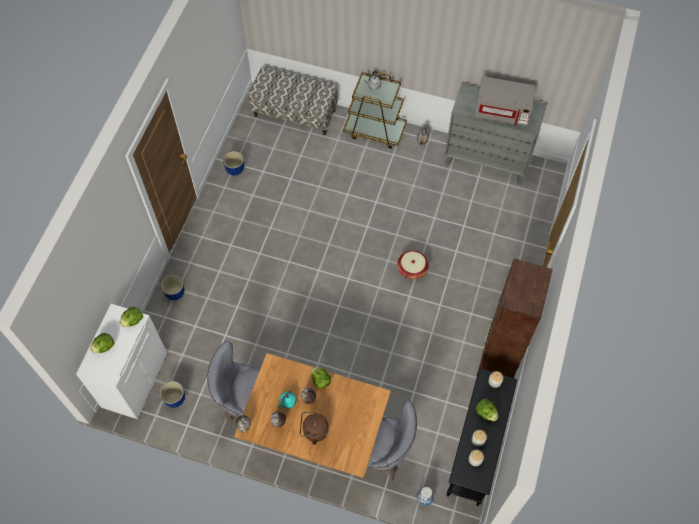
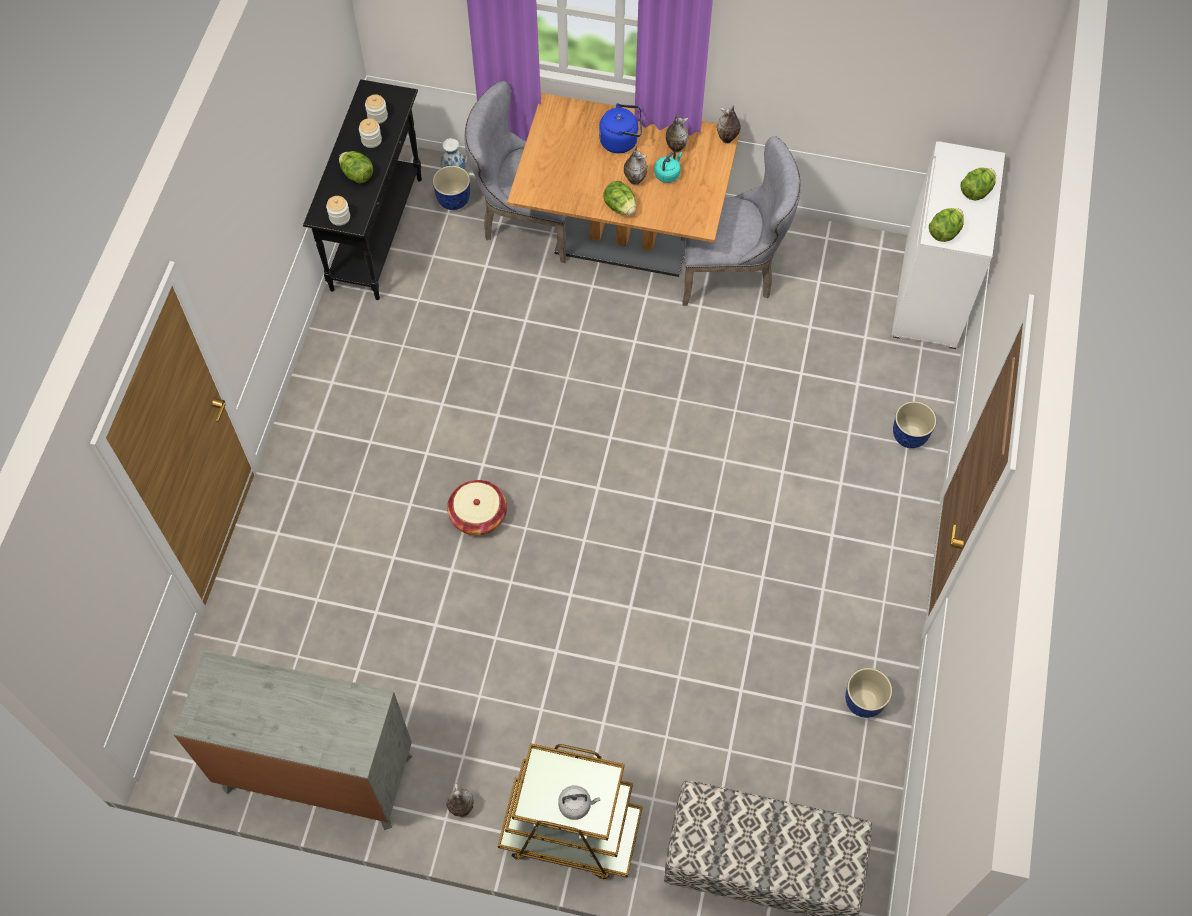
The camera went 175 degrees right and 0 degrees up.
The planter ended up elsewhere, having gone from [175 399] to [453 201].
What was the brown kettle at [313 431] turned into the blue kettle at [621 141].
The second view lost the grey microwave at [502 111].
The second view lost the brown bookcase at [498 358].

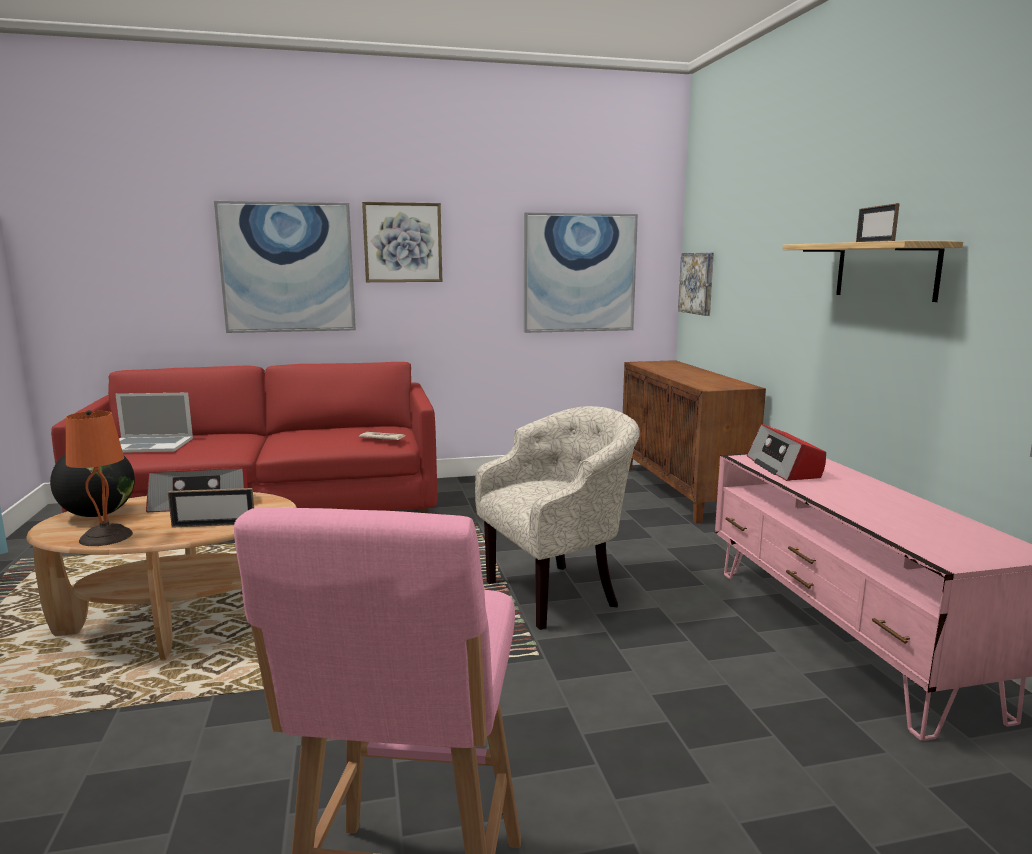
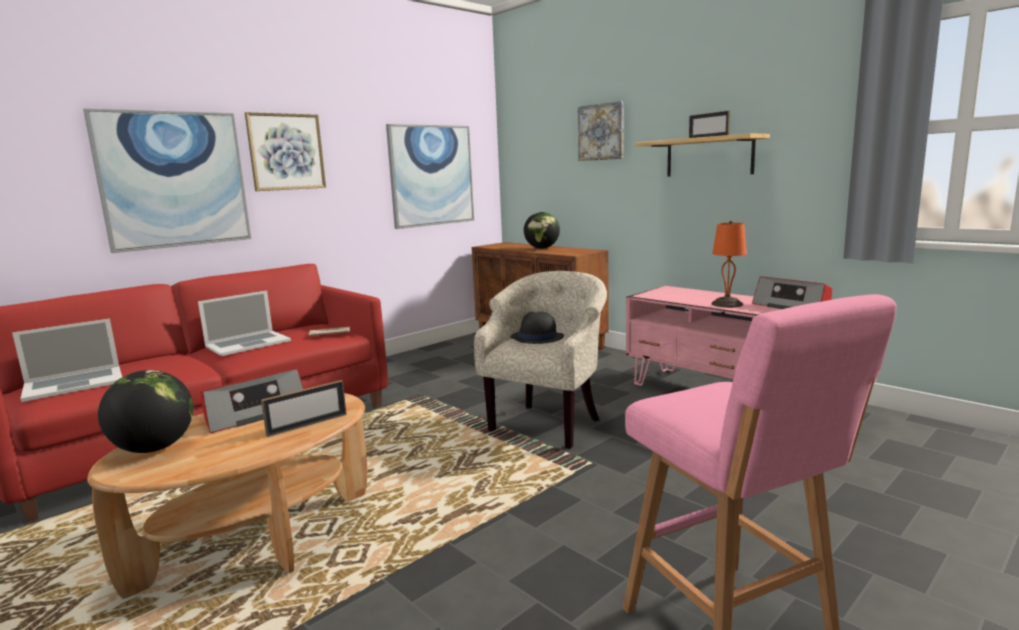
The camera went 30 degrees left and 0 degrees up.
The second view gained the laptop at [248 343].
The second view gained the black hat at [537 338].
The second view gained the globe at [542 248].
The picture ended up elsewhere, having gone from [697 283] to [601 132].
The orange table lamp ended up elsewhere, having gone from [106 536] to [726 304].
The radio ended up elsewhere, having gone from [784 468] to [792 306].

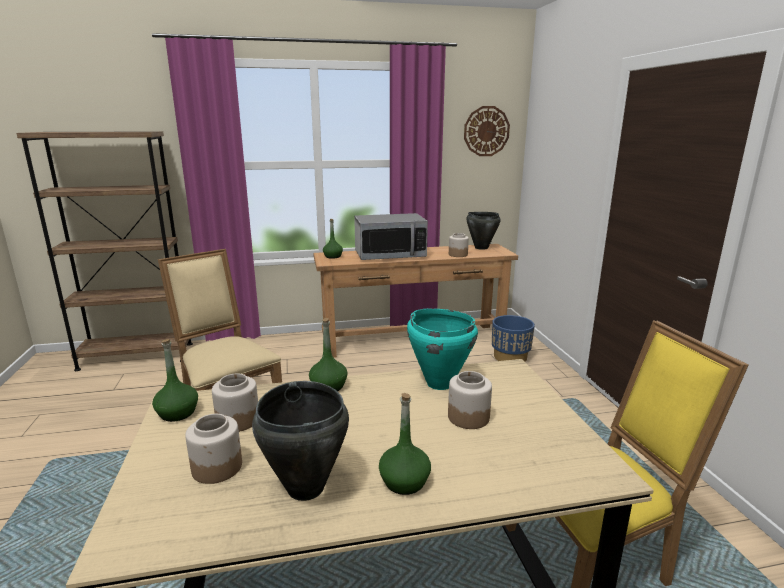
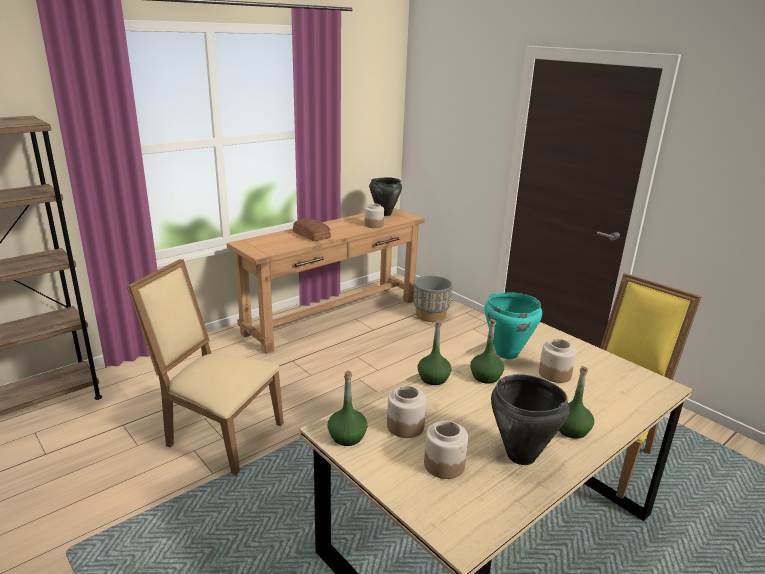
The camera went 30 degrees left and 5 degrees up.
Where the microwave stood at [390 255], the bread came to stand at [312 234].
What was the blue planter at [510 357] turned into the grey planter at [430 315].
The green bottle ended up elsewhere, having gone from [333 256] to [486 376].
The second view lost the wall clock at [486 131].

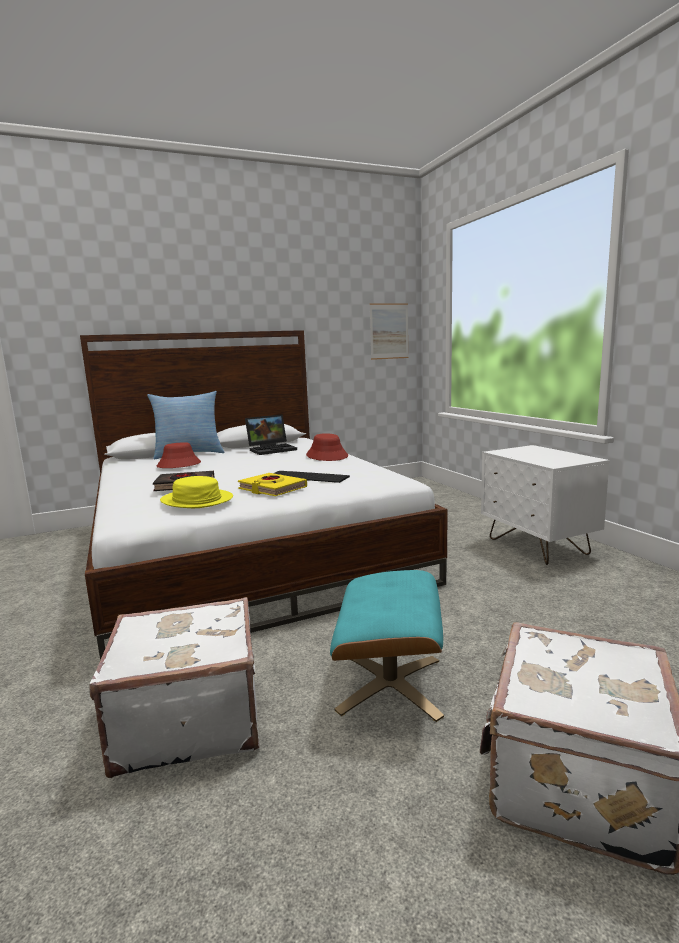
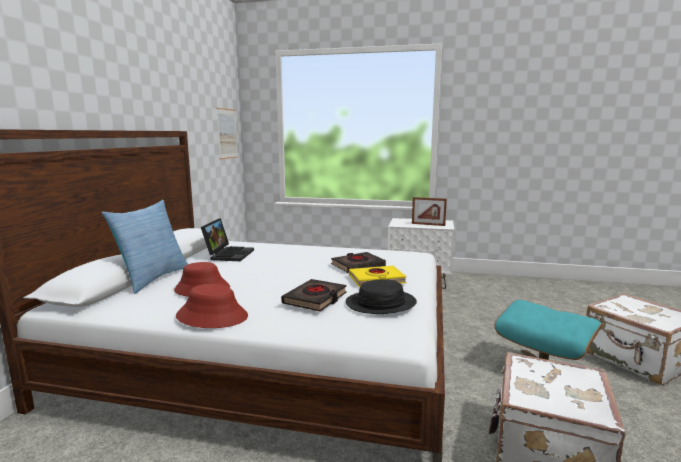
The camera went 55 degrees left and 0 degrees up.
The red hat ended up elsewhere, having gone from [327 456] to [212 316].
Where the keyboard stood at [308 476], the black book came to stand at [357 266].
What was the yellow hat at [196 500] turned into the black hat at [381 303].
The second view gained the picture frame at [428 224].

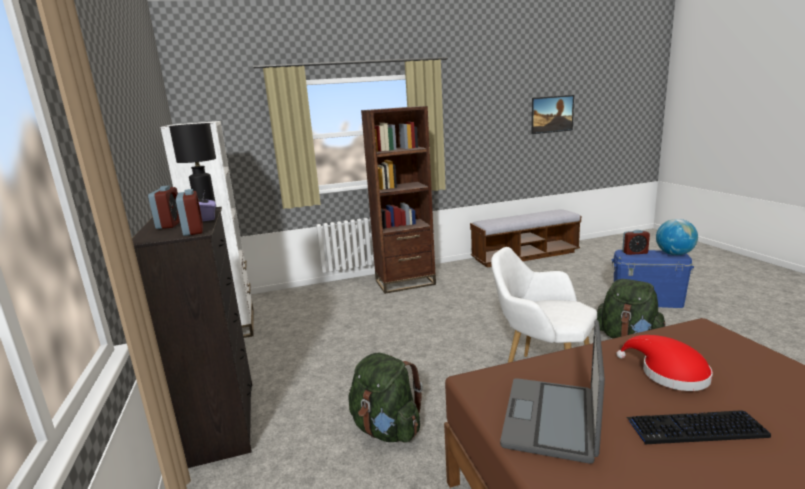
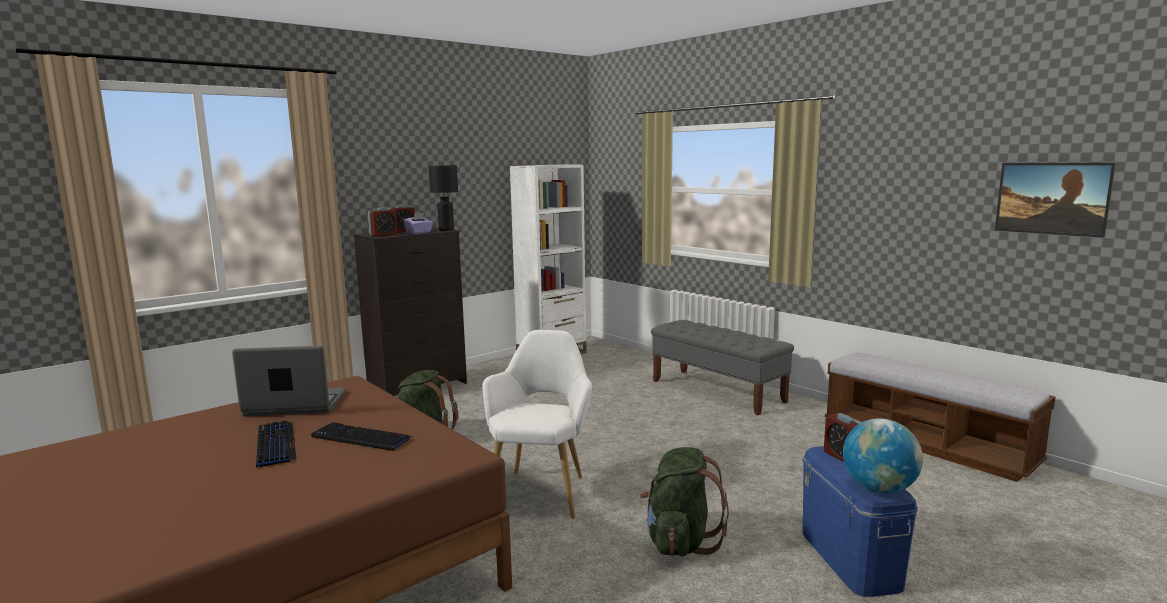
The camera went 65 degrees right and 5 degrees down.
Where the red hat stood at [669 373], the keyboard came to stand at [361 438].
Where the brown bookcase stood at [405 282], the grey bench came to stand at [717 391].

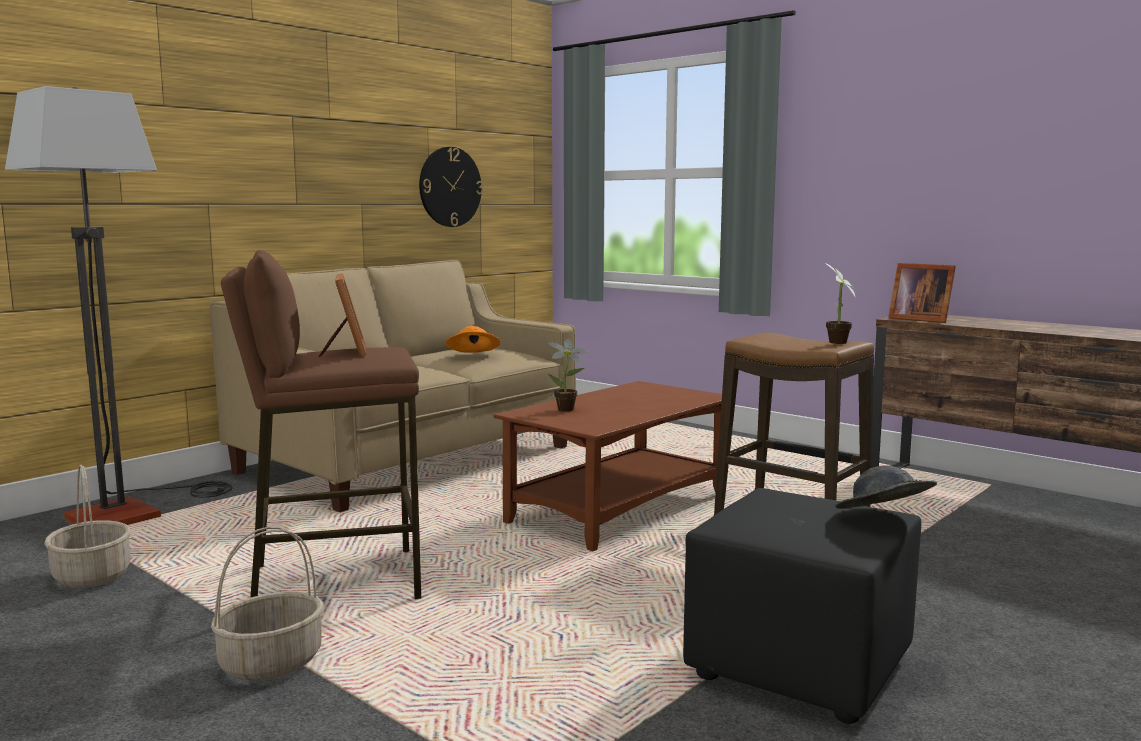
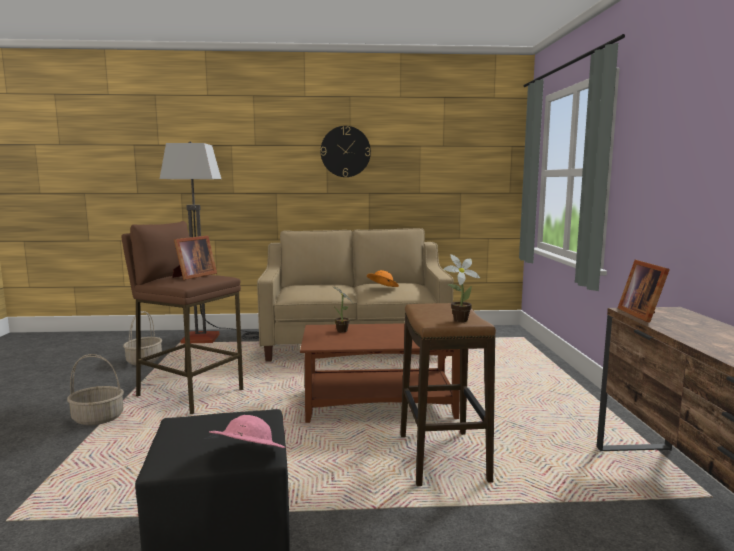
The camera went 45 degrees right and 0 degrees up.
What was the grey hat at [883 519] turned into the pink hat at [247 456].
The wall clock ended up elsewhere, having gone from [450 187] to [345 151].

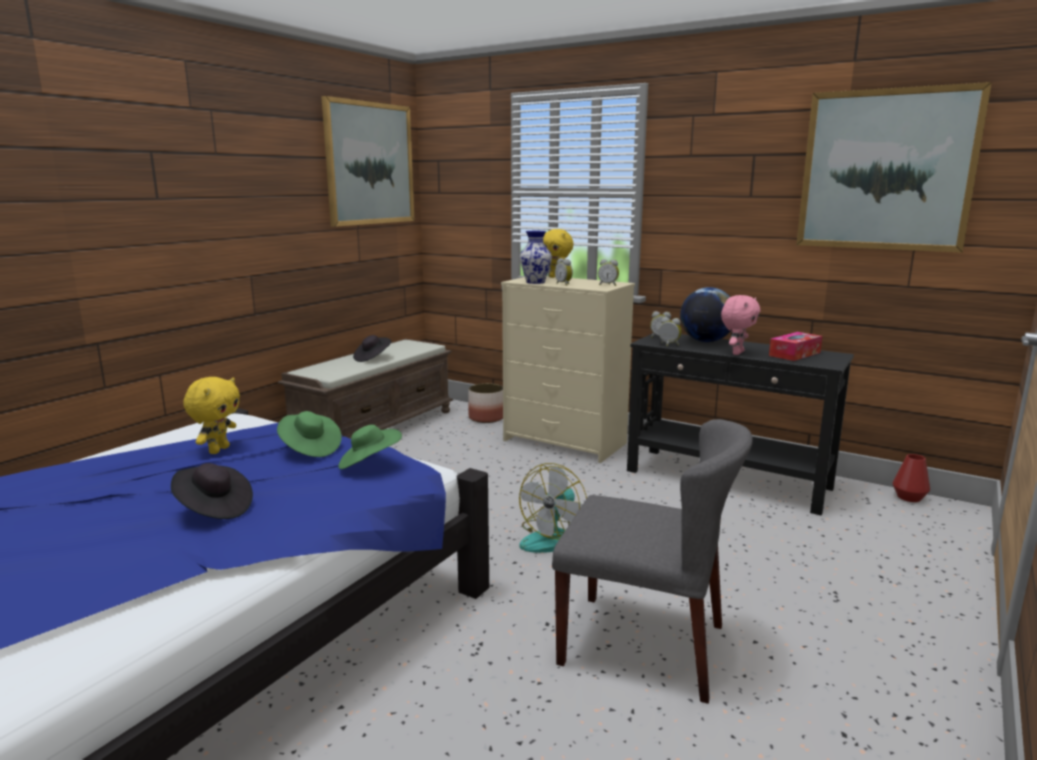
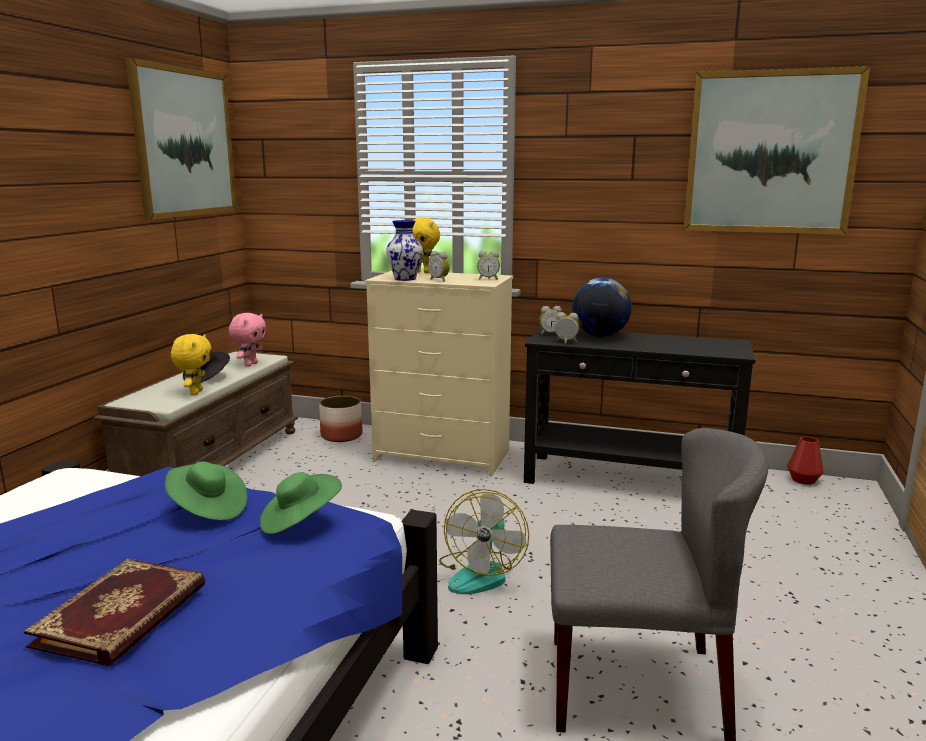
The camera went 15 degrees left and 0 degrees up.
Where the black hat stood at [214 508], the book came to stand at [124 615].
The yellow plush toy ended up elsewhere, having gone from [218 450] to [195 392].
The pink plush toy ended up elsewhere, having gone from [736 353] to [250 364].
The second view lost the tissue box at [794 354].

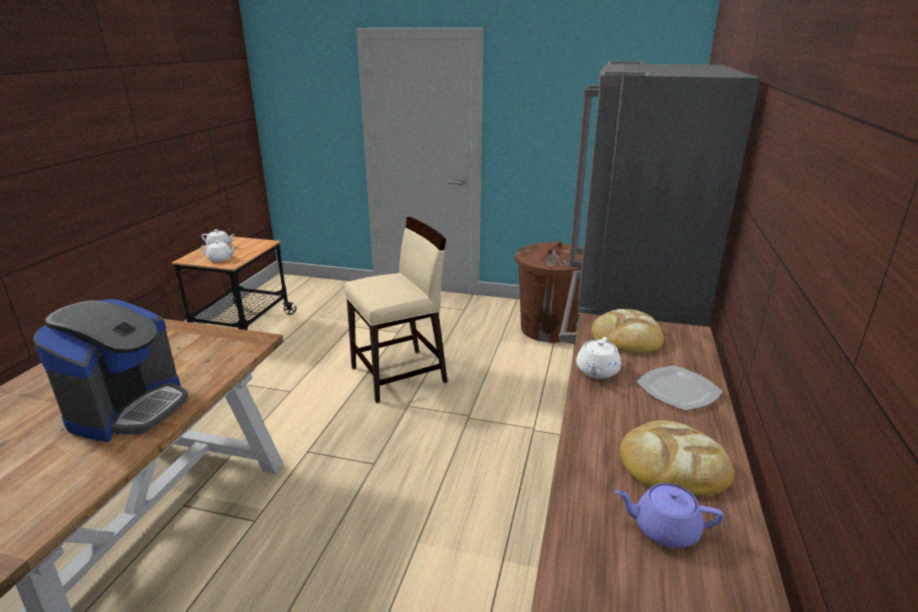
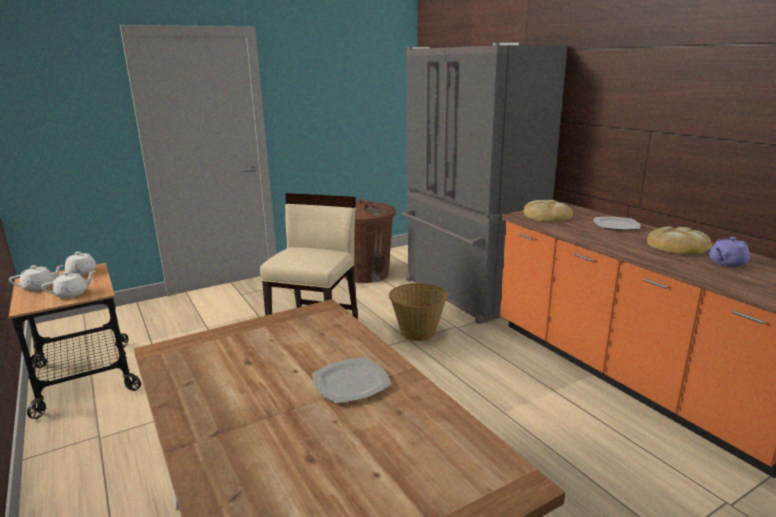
The camera went 45 degrees left and 5 degrees down.
The white teapot ended up elsewhere, having gone from [597 371] to [81 272].
Where the coffee machine stood at [129 408], the plate came to stand at [350 382].
The second view gained the basket at [418 332].

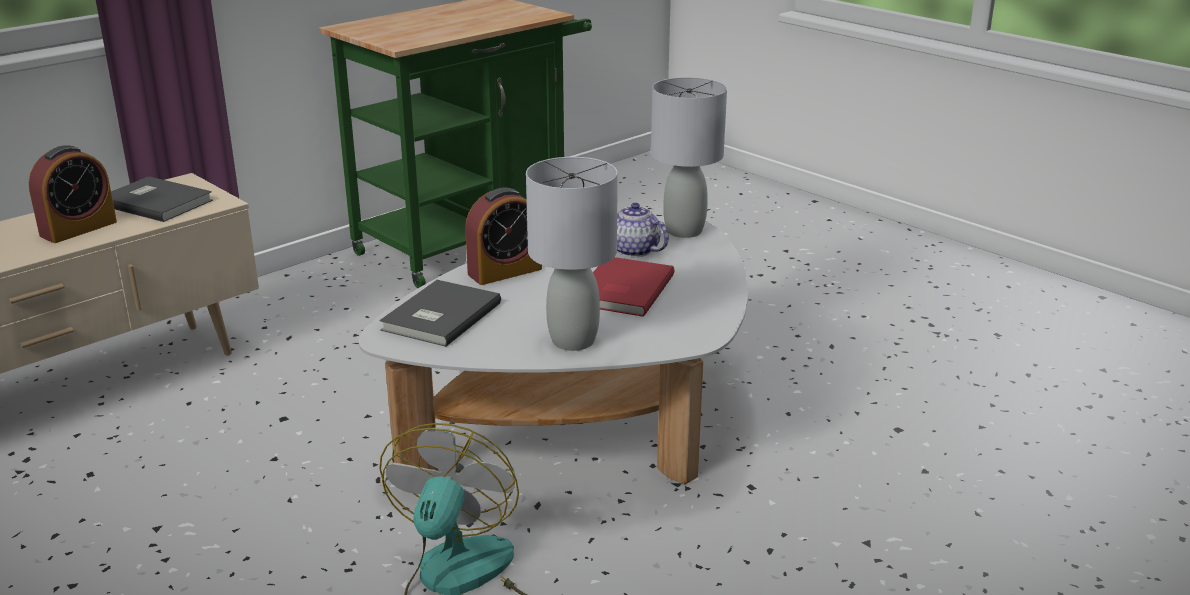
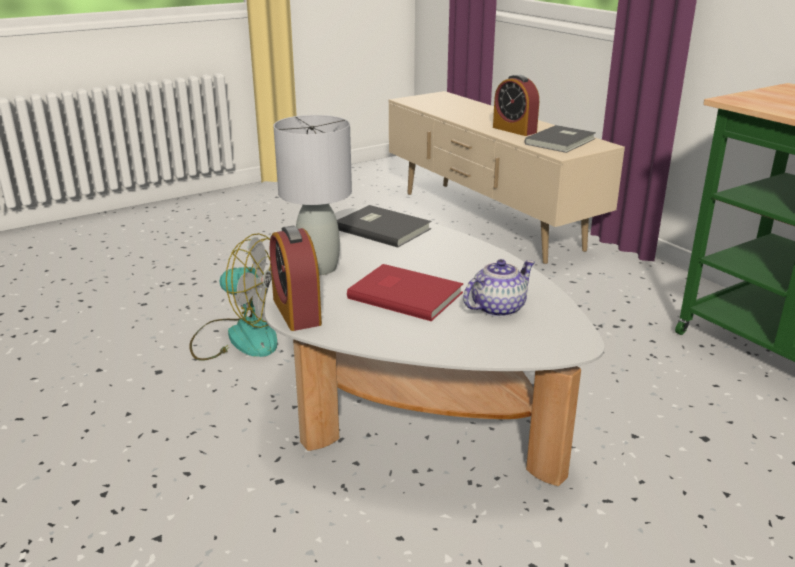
The camera went 100 degrees right and 0 degrees up.
The alarm clock ended up elsewhere, having gone from [505 271] to [296 311].
The second view lost the grey table lamp at [683 231].

